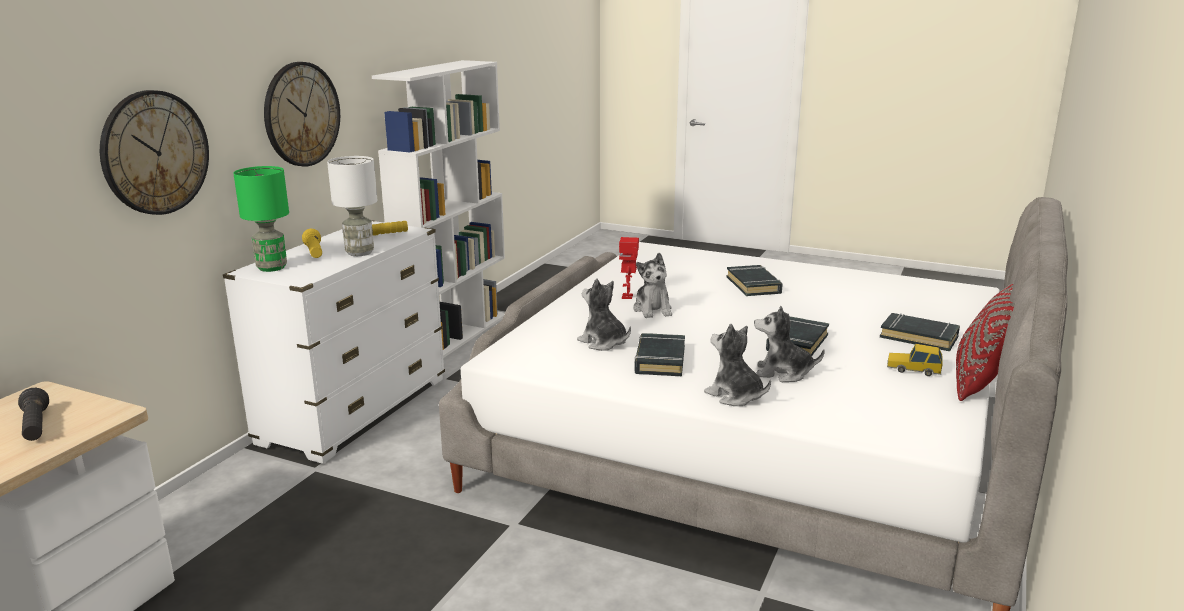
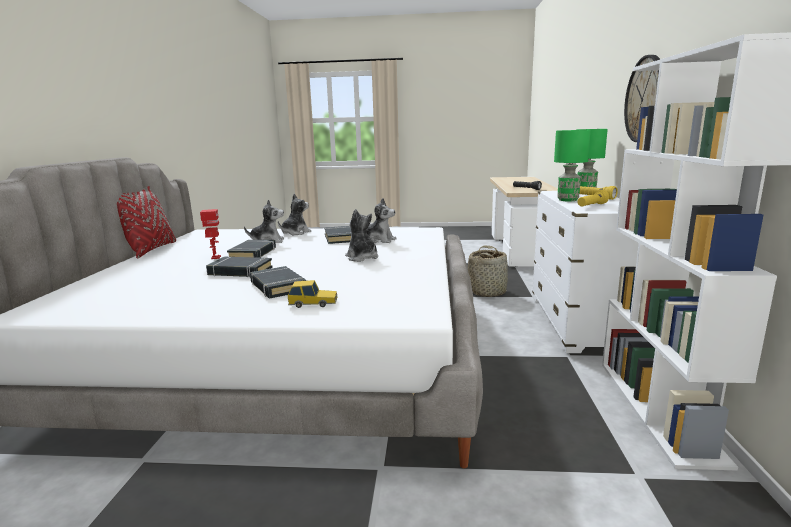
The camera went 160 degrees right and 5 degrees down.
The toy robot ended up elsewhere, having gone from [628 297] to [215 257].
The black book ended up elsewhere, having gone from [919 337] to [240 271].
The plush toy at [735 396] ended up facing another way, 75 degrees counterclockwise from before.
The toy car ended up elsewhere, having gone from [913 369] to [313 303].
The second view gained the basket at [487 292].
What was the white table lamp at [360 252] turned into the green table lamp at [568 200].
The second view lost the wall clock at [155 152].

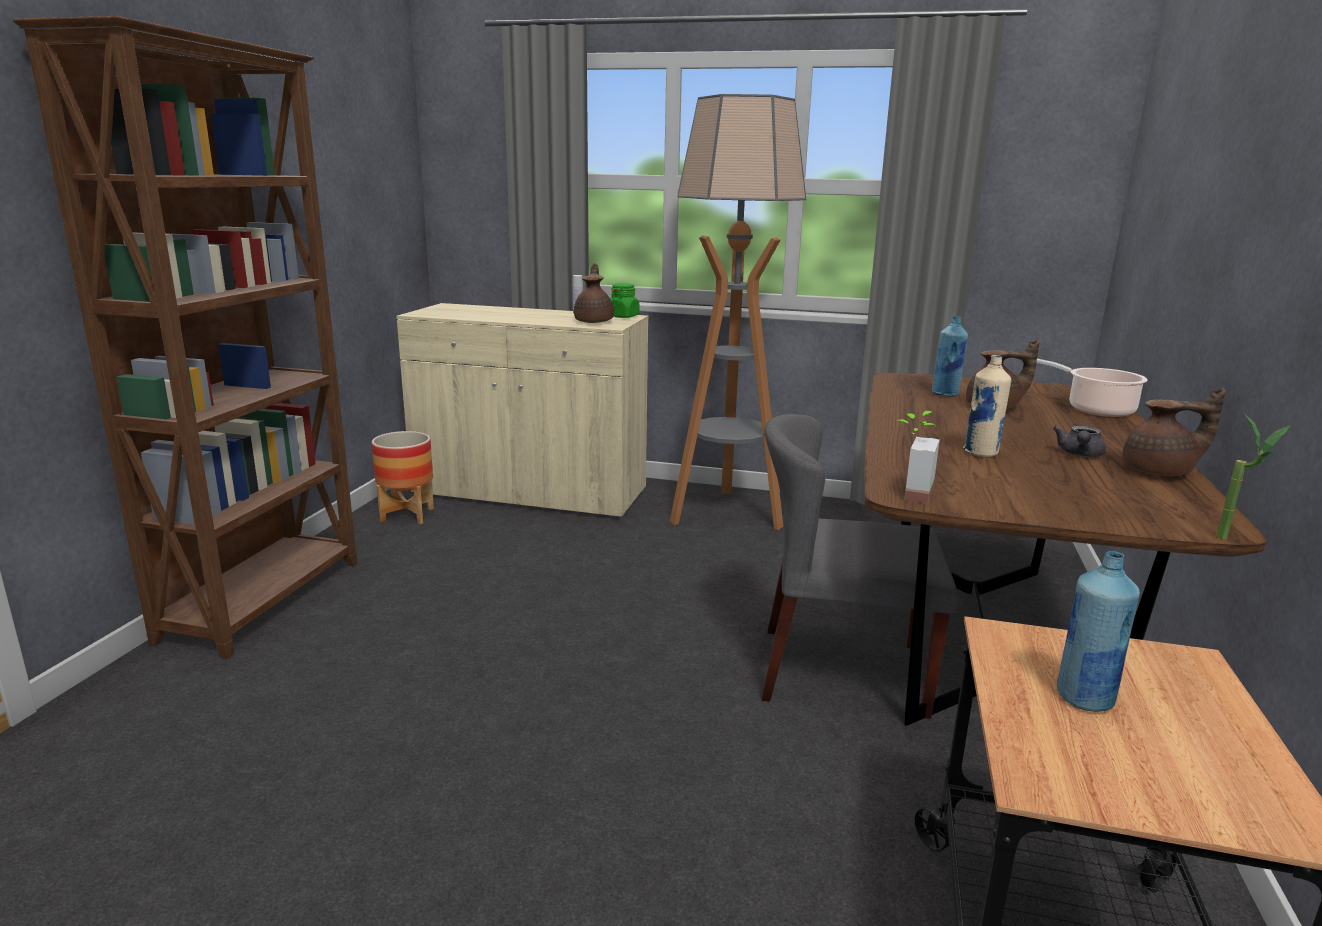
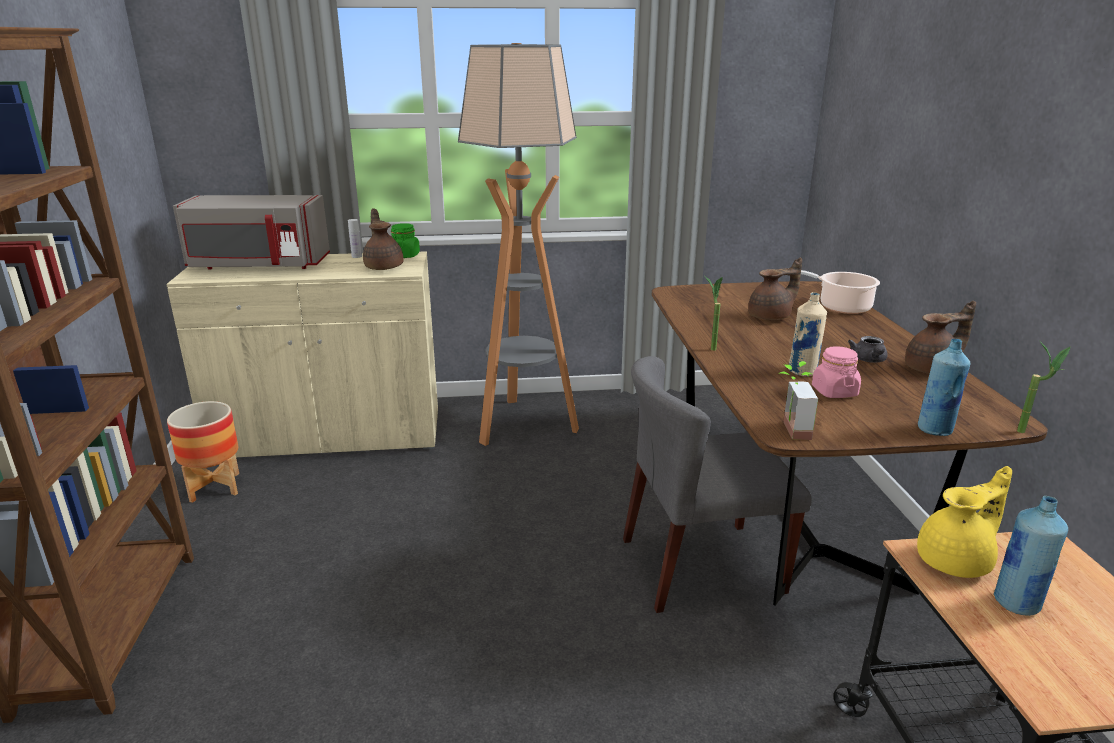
The camera went 20 degrees left and 5 degrees up.
The second view gained the grey microwave at [258 265].
The second view gained the potted plant at [709 347].
The second view gained the pink jar at [834 392].
The second view gained the yellow teapot at [956 561].
The blue bottle ended up elsewhere, having gone from [945 394] to [935 430].

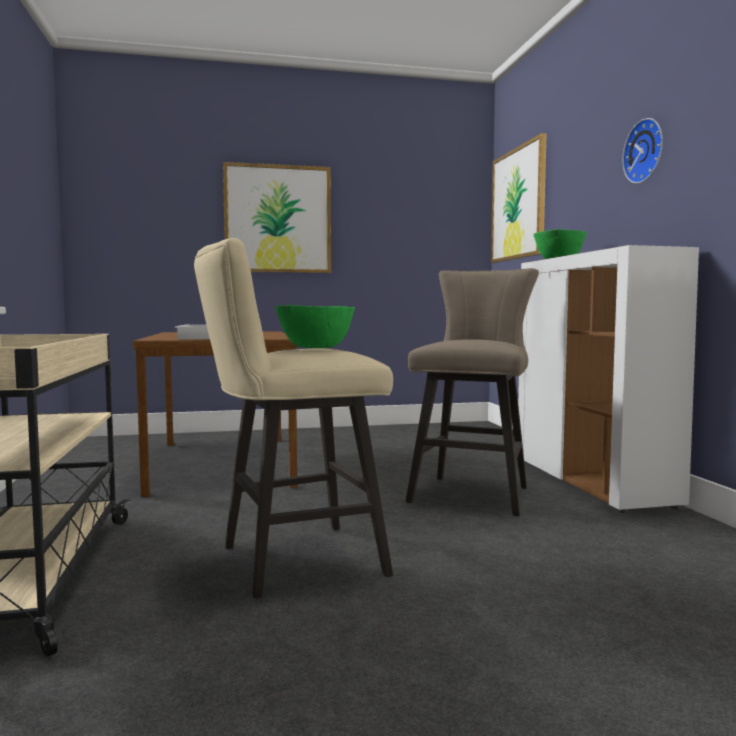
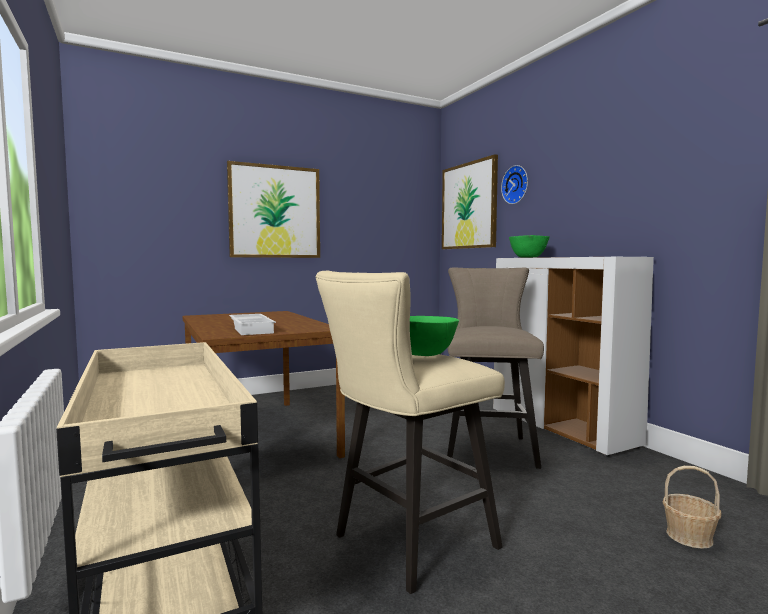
The camera went 15 degrees left and 0 degrees up.
The wall clock ended up elsewhere, having gone from [646 151] to [516 185].
The second view gained the basket at [689 536].

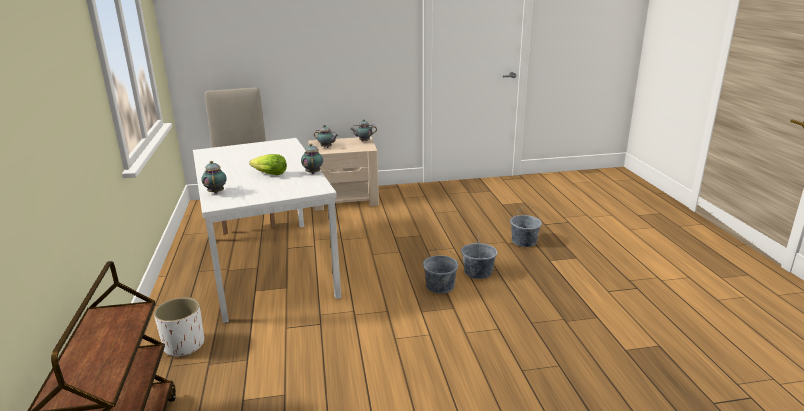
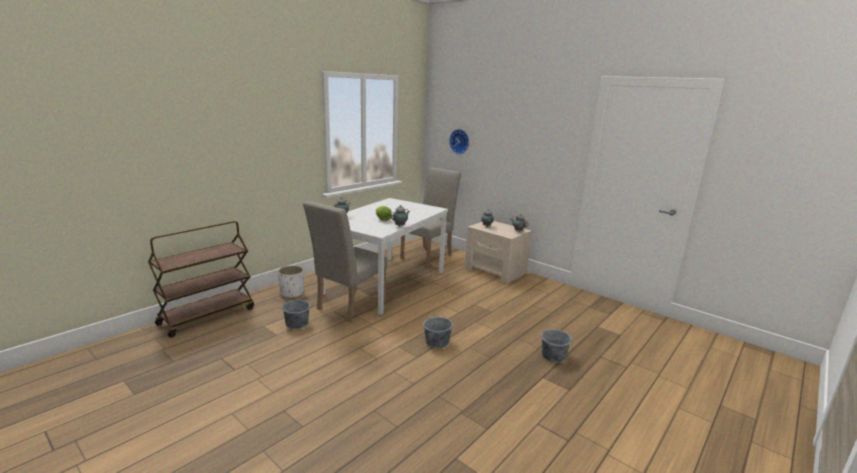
The camera went 50 degrees right and 5 degrees down.
The grey bucket ended up elsewhere, having gone from [478 272] to [296 323].
The second view gained the beige chair at [347 306].
The second view gained the wall clock at [460 141].

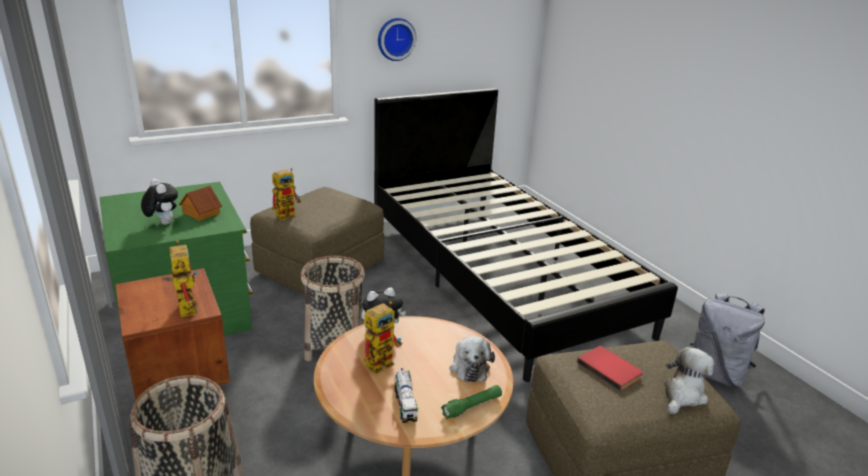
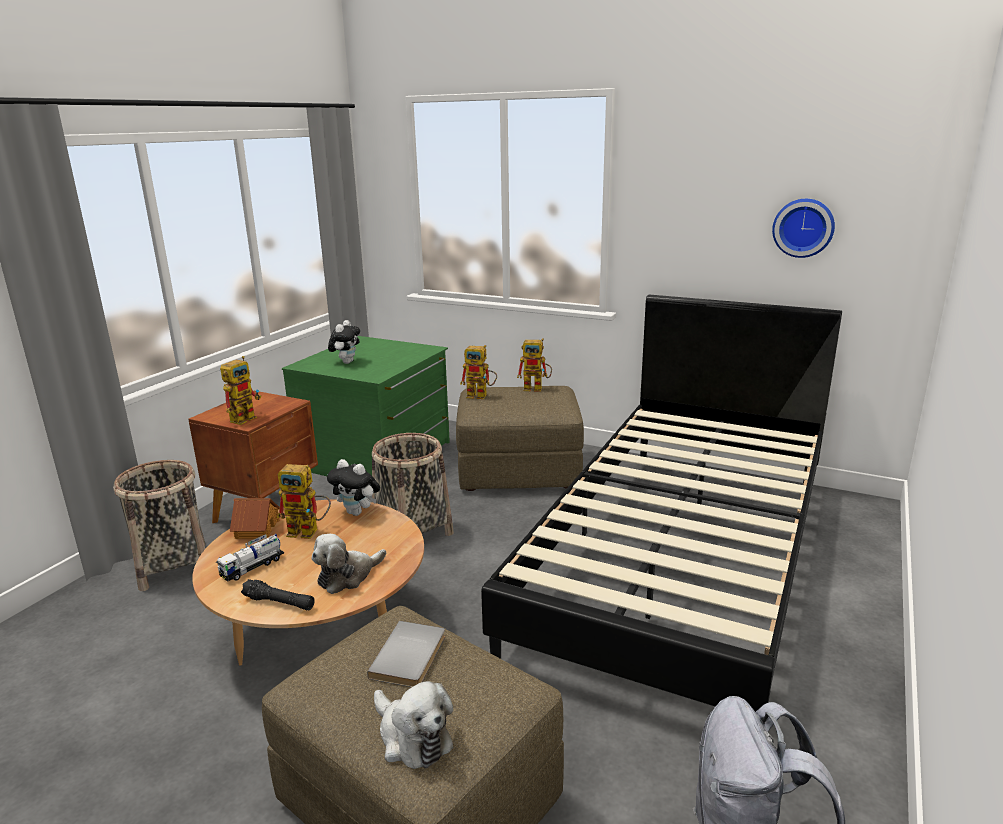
The camera went 55 degrees right and 5 degrees down.
The toy house ended up elsewhere, having gone from [201 213] to [256 529].
What was the green flashlight at [472 406] turned into the black flashlight at [279 602].
What was the red book at [610 369] turned into the grey book at [411 657].
The plush toy at [683 395] ended up facing another way, 45 degrees clockwise from before.
The second view gained the toy robot at [537 388].
The wall clock ended up elsewhere, having gone from [395 39] to [803 227].

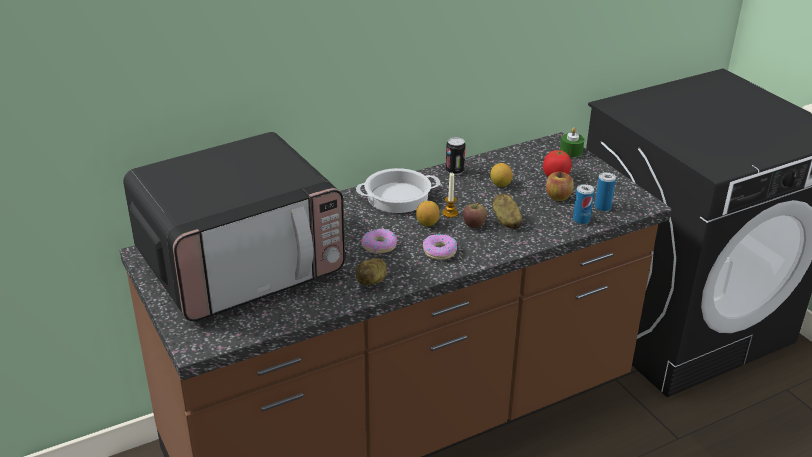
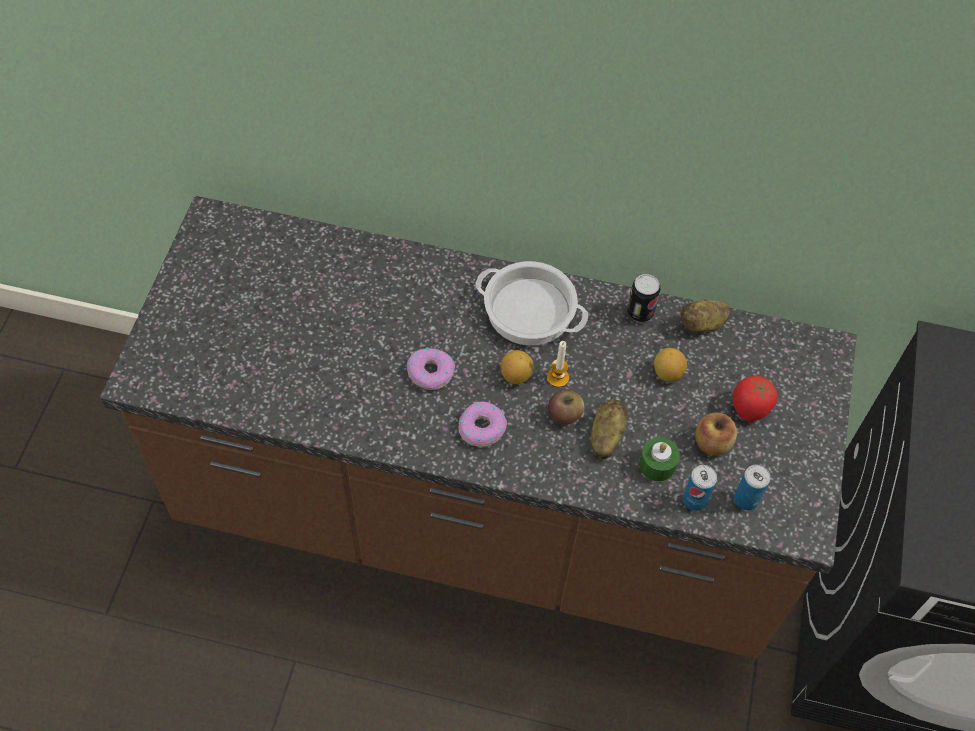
The camera went 40 degrees right and 25 degrees up.
The green candle ended up elsewhere, having gone from [571 151] to [657 464].
The potato ended up elsewhere, having gone from [372 281] to [703 324].
The second view lost the microwave at [241 264].

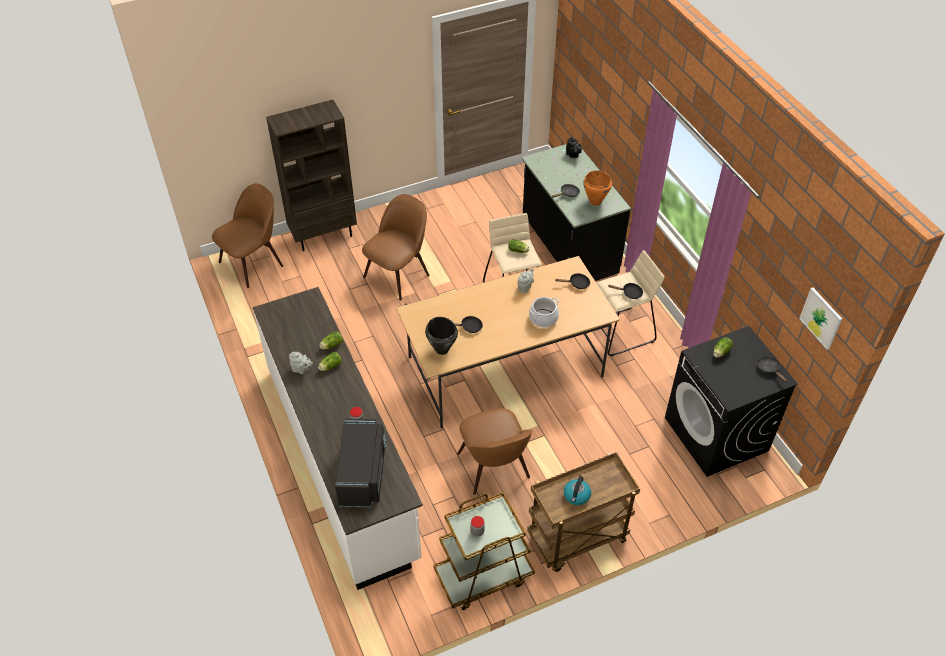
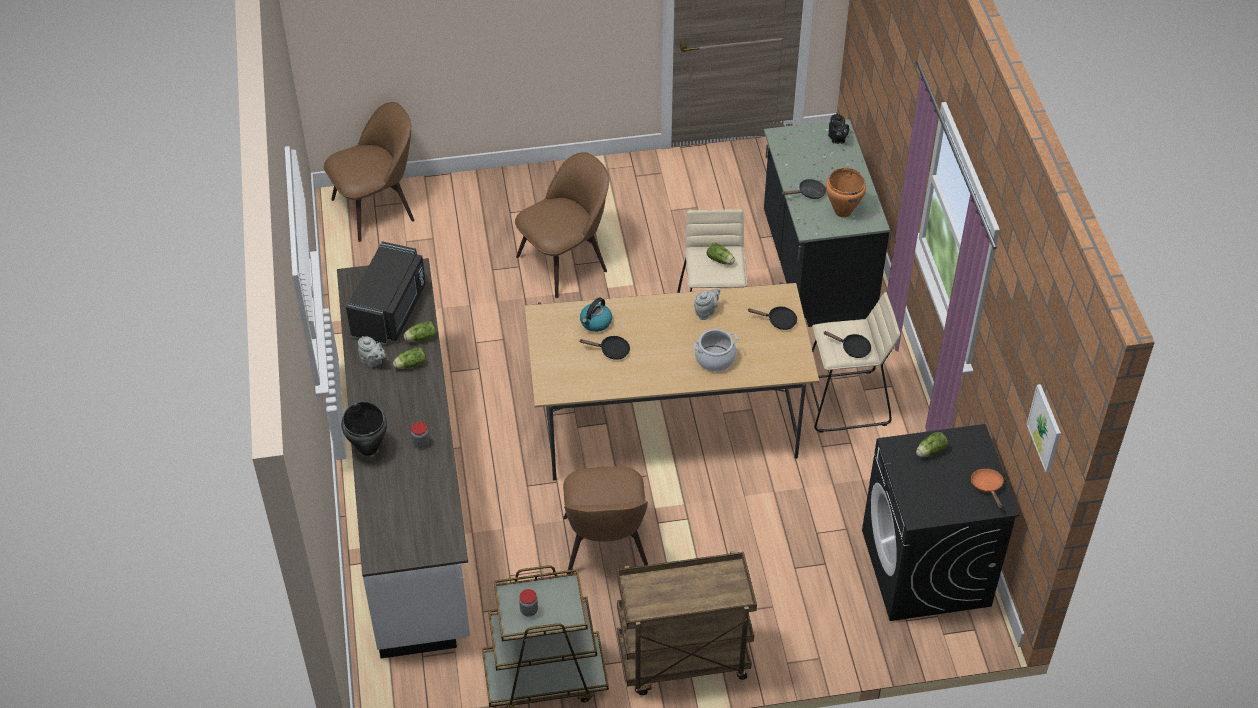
The camera went 15 degrees right and 0 degrees up.
The black cooking pot ended up elsewhere, having gone from [442 349] to [368 448].
The black microwave ended up elsewhere, having gone from [363 474] to [391 310].
The kettle ended up elsewhere, having gone from [576 496] to [595 322].
What was the black frying pan at [769 369] turned into the orange frying pan at [987 487].
The second view lost the brown bookcase at [324 235].

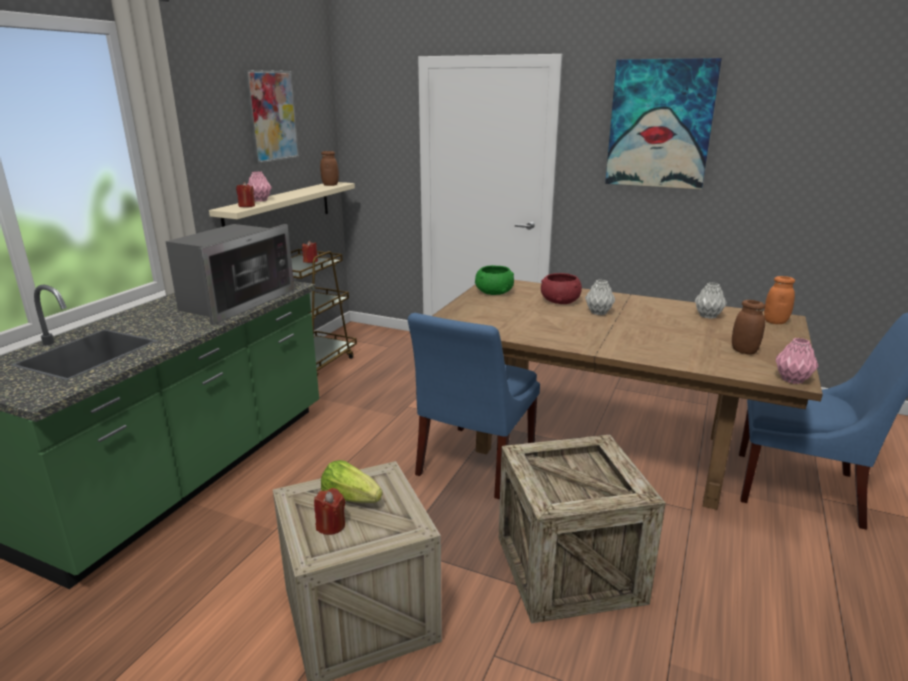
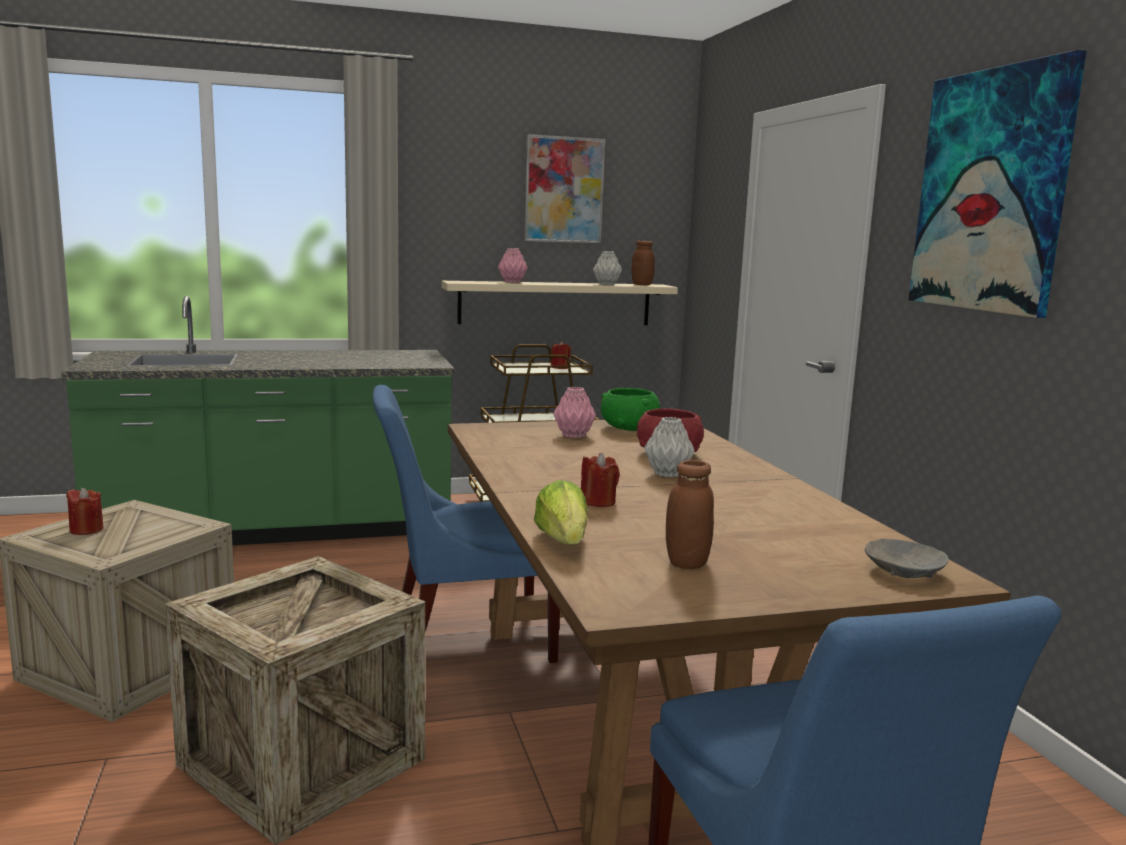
The camera went 50 degrees right and 10 degrees down.
The lettuce ended up elsewhere, having gone from [350 498] to [563 541].
The pink vase ended up elsewhere, having gone from [791 380] to [573 435].
The red candle ended up elsewhere, having gone from [246 206] to [598 502].
The grey vase ended up elsewhere, having gone from [708 316] to [606 284].
Where the orange jar stood at [775 322], the grey bowl came to stand at [903 571].
The second view lost the microwave at [235 301].

